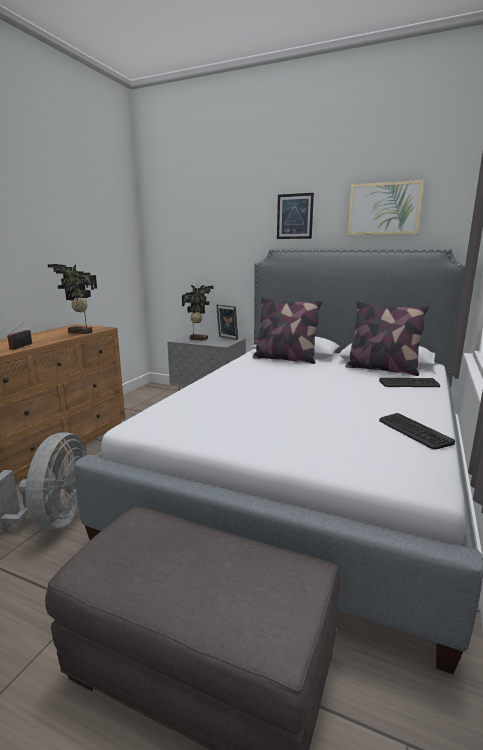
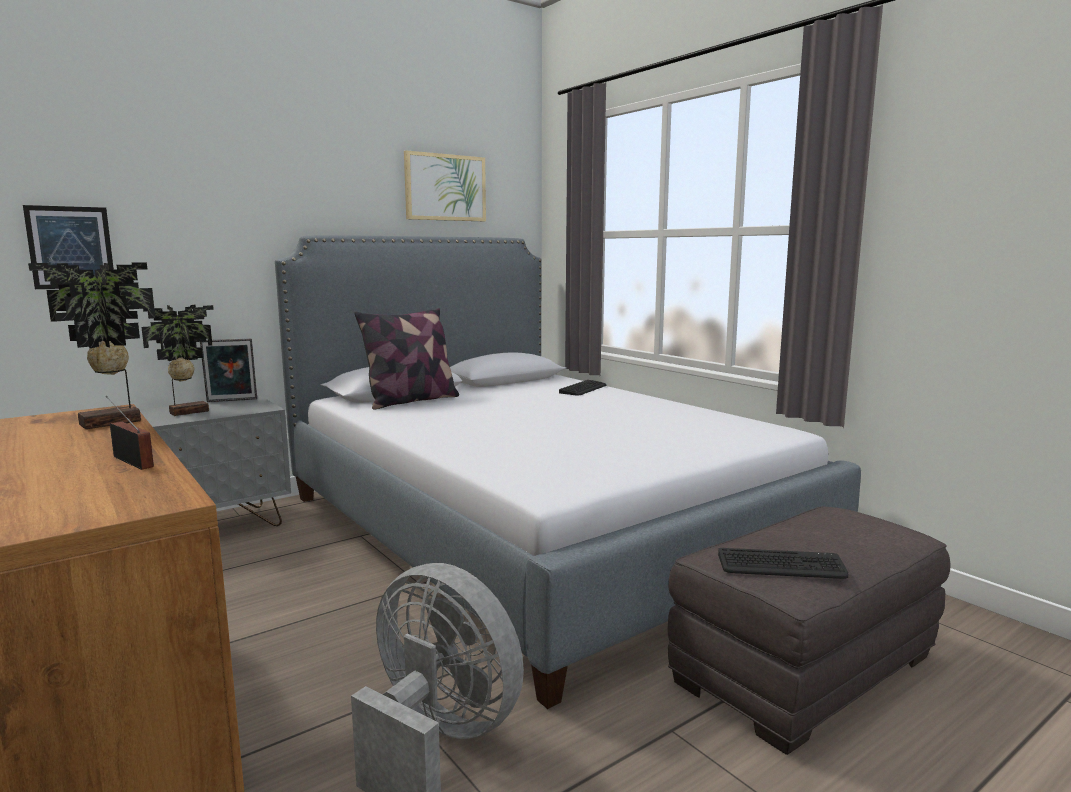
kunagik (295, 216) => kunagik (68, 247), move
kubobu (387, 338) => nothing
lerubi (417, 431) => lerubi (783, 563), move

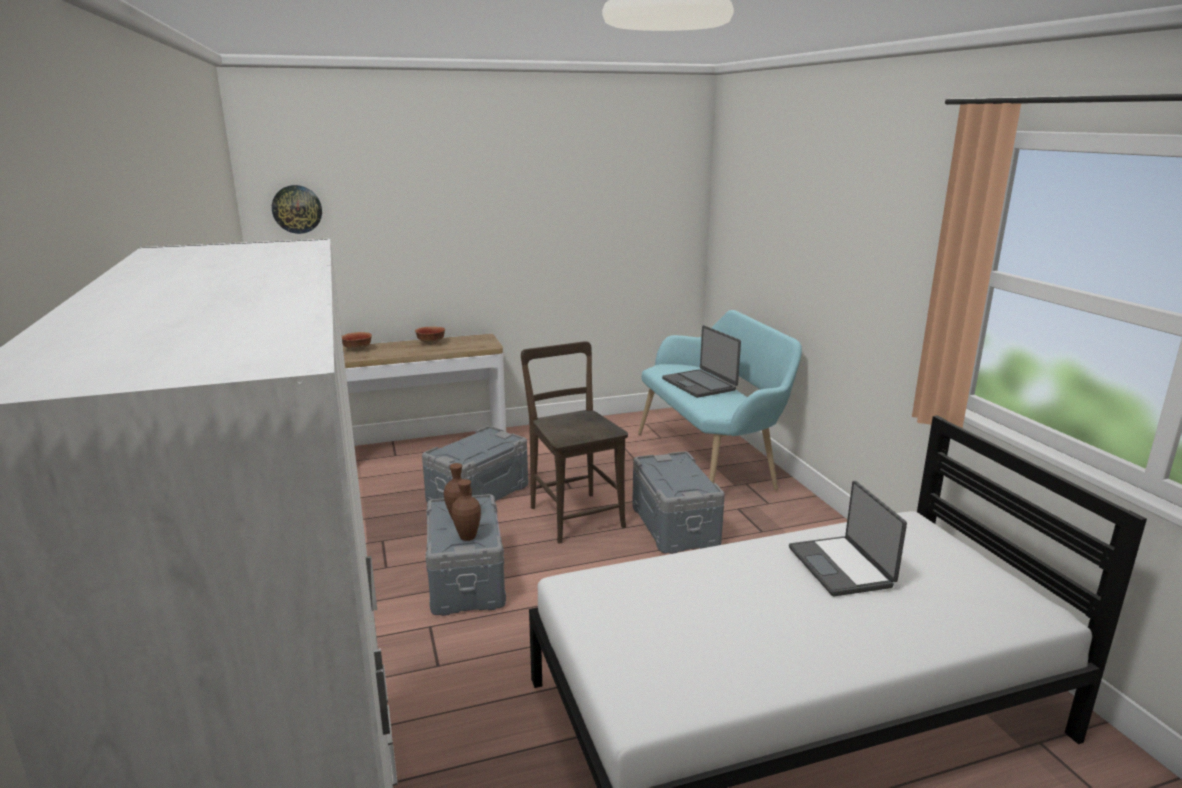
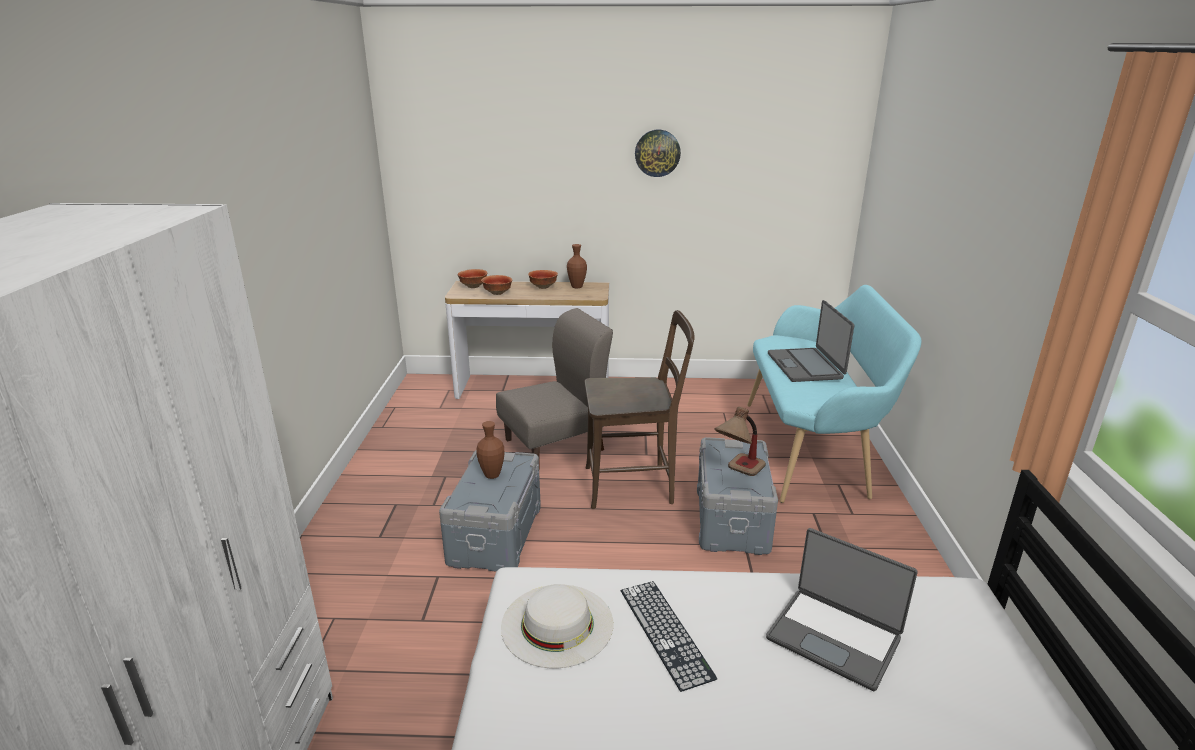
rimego (297, 209) => rimego (658, 153), move
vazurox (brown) (574, 442) => vazurox (brown) (640, 409), 90 degrees clockwise
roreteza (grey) (475, 464) => vazurox (grey) (554, 386)
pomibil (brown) (466, 510) => pomibil (brown) (577, 266), move
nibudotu (848, 538) => nibudotu (842, 610), 60 degrees counterclockwise
nothing => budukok (496, 285)
nothing => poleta (740, 441)
nothing => lerubi (669, 636)
nothing => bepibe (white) (557, 626)

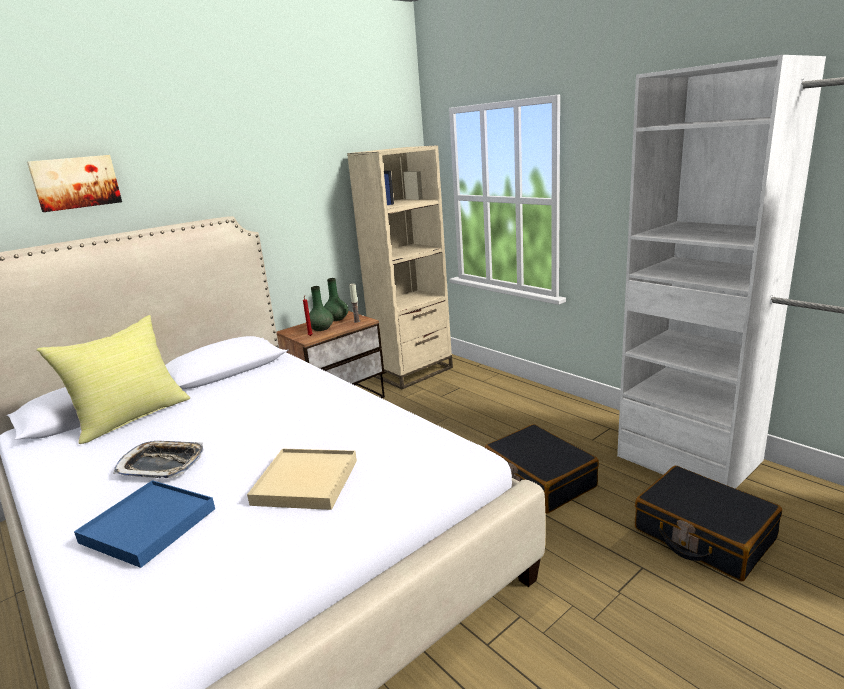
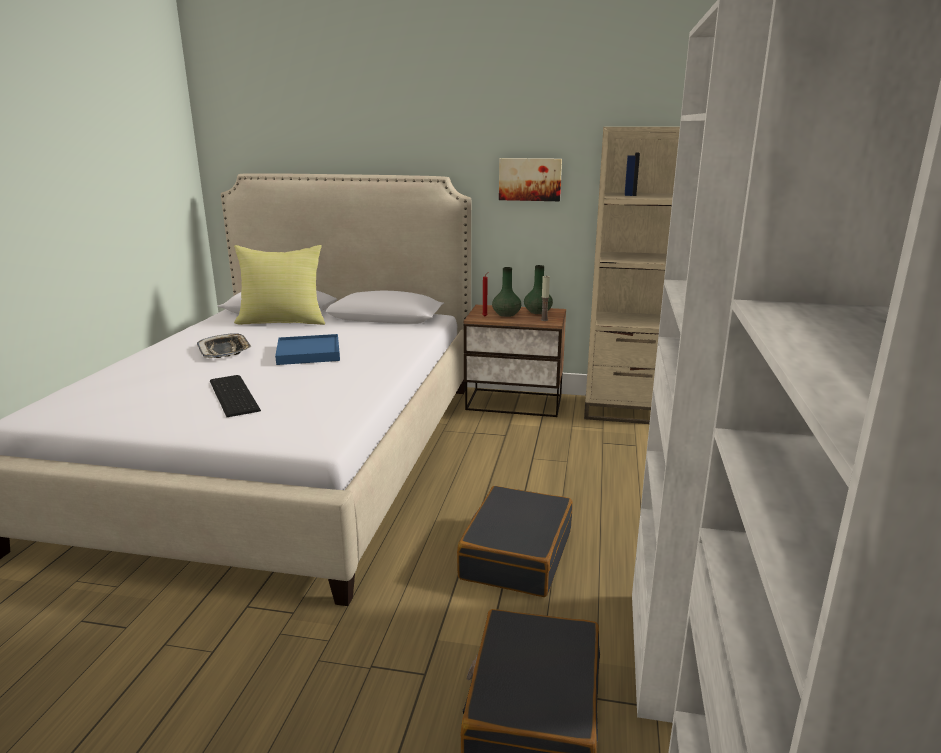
kunagik (74, 183) => kunagik (530, 179), move
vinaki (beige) (302, 479) => lerubi (235, 396)
vinaki (blue) (144, 524) => vinaki (blue) (307, 349), move

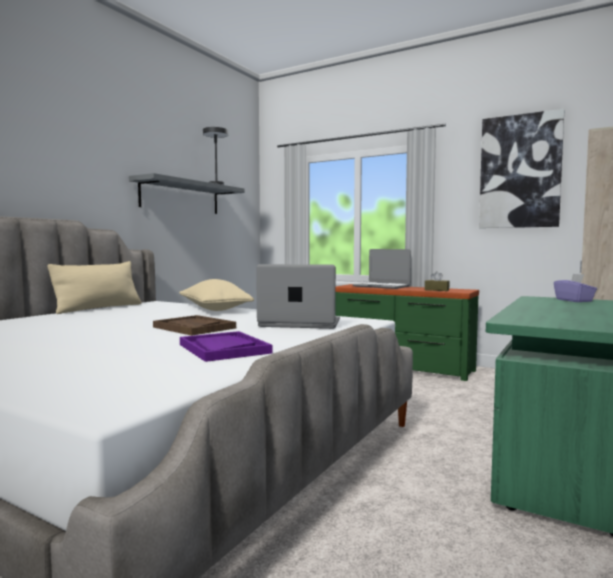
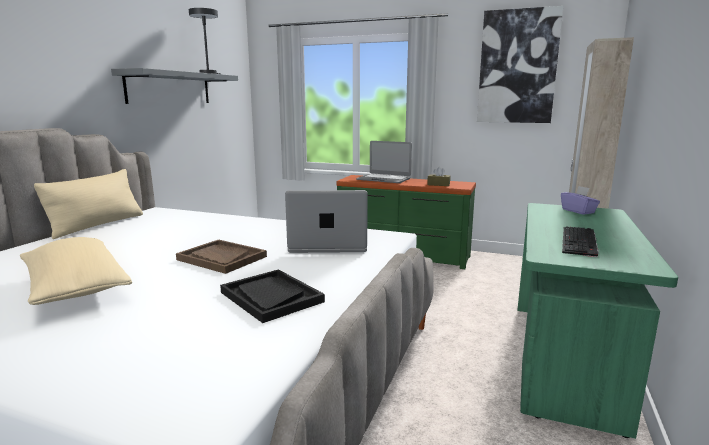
kubobu (beige) (216, 295) => kubobu (beige) (76, 271), move
vinaki (purple) (226, 346) => vinaki (black) (272, 296)
nothing => lerubi (580, 242)

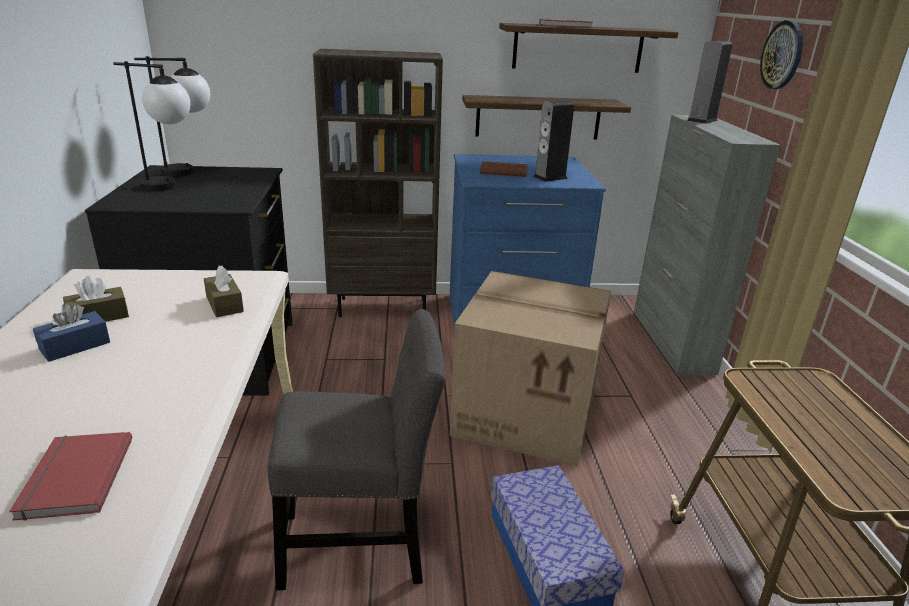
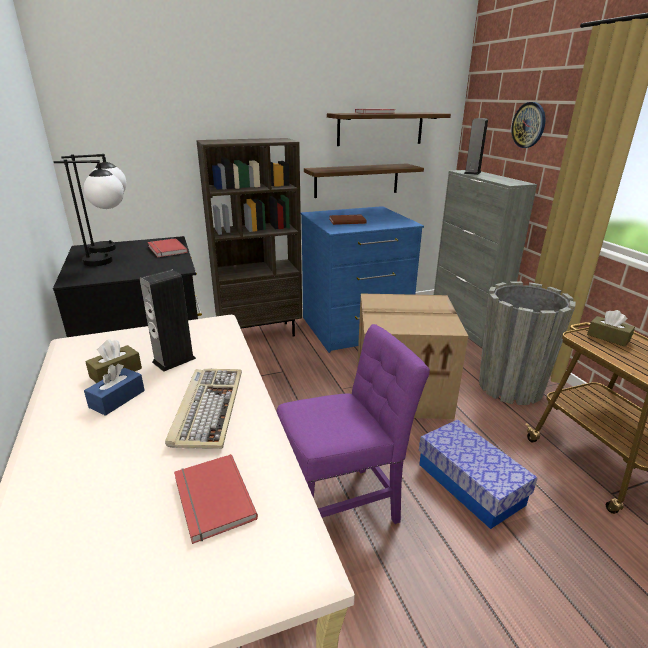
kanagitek (553, 141) => kanagitek (168, 320), move
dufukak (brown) (224, 291) => dufukak (brown) (611, 328), move
vazurox (grey) (356, 450) => vazurox (purple) (353, 424)
nothing => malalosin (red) (168, 247)
nothing => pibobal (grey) (527, 343)
nothing => lerubi (203, 409)

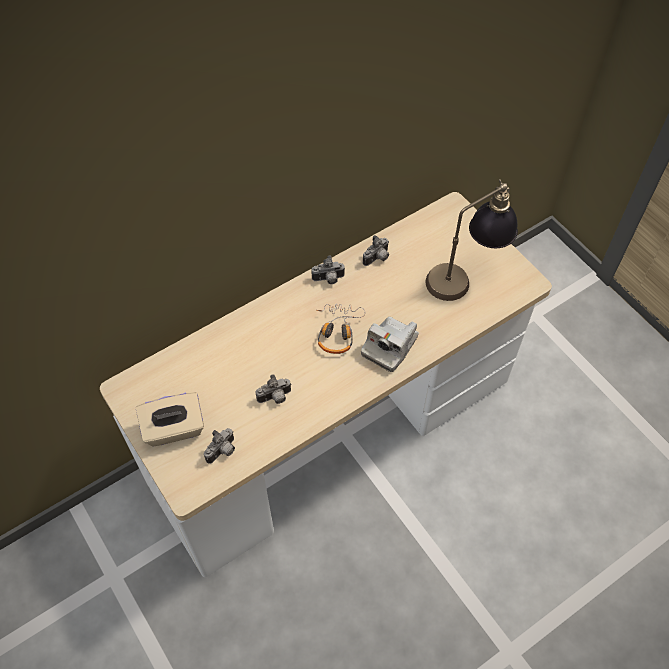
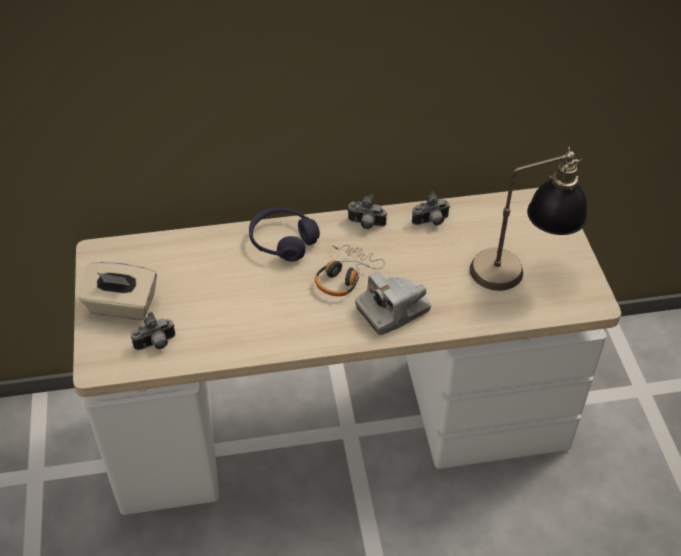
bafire (273, 389) => nothing
nothing => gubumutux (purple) (284, 234)

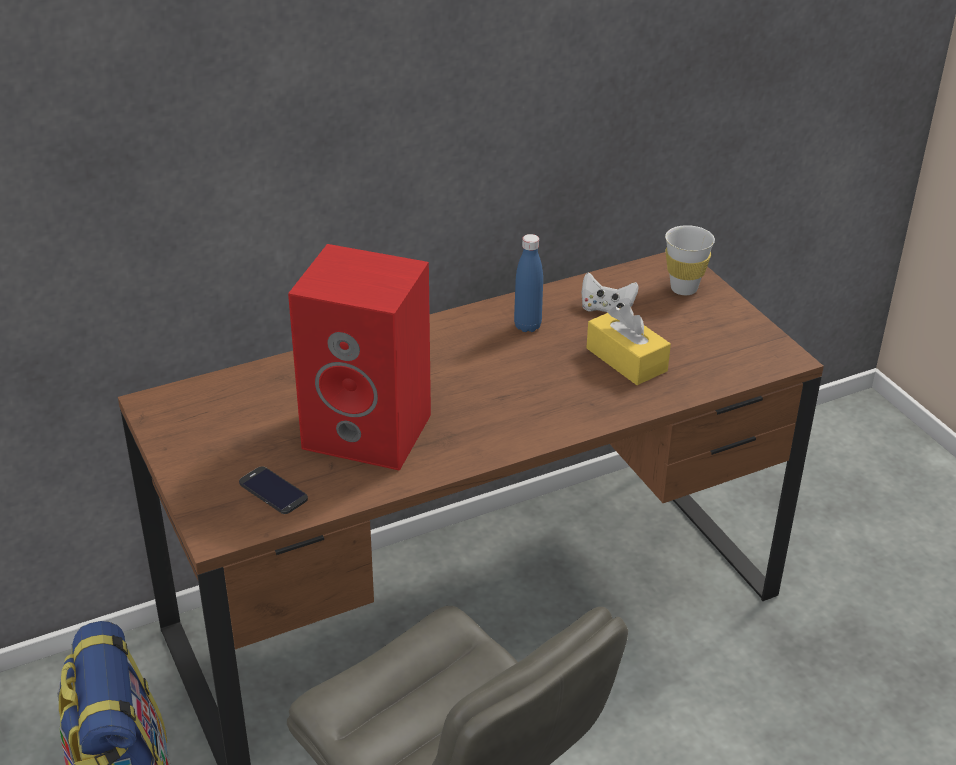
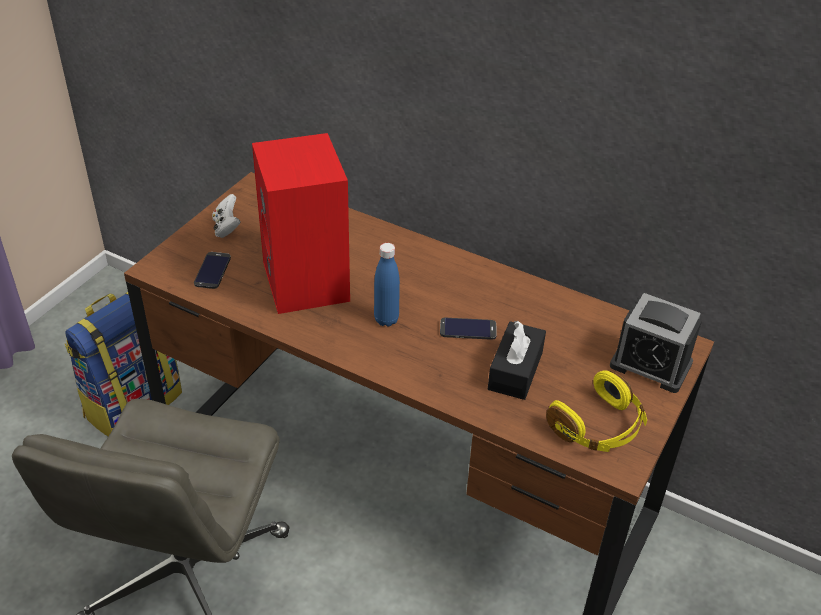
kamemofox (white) (690, 260) => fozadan (656, 343)
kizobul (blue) (528, 283) => kizobul (blue) (387, 284), move
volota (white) (610, 292) => volota (white) (226, 216), move
dufukak (yellow) (628, 344) => dufukak (black) (517, 360)
nothing => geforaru (468, 329)
nothing => gubumutux (yellow) (596, 411)

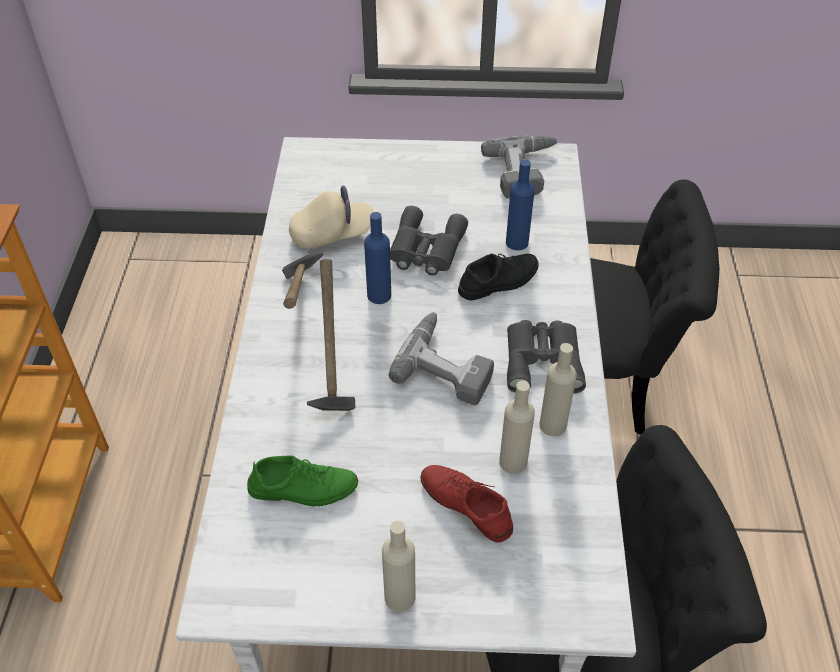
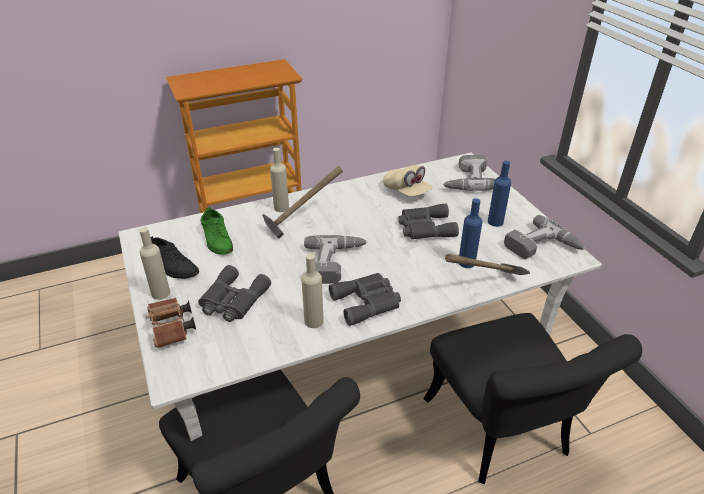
kizobul (blue) (377, 258) => kizobul (blue) (499, 194), move
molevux (302, 280) => molevux (487, 264), move
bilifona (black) (498, 277) => bilifona (black) (174, 257), move
kizobul (beige) (517, 427) => kizobul (beige) (279, 180), move
bilifona (red) (466, 504) => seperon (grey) (234, 293)
nothing => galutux (469, 173)
nothing => seperon (brown) (171, 323)

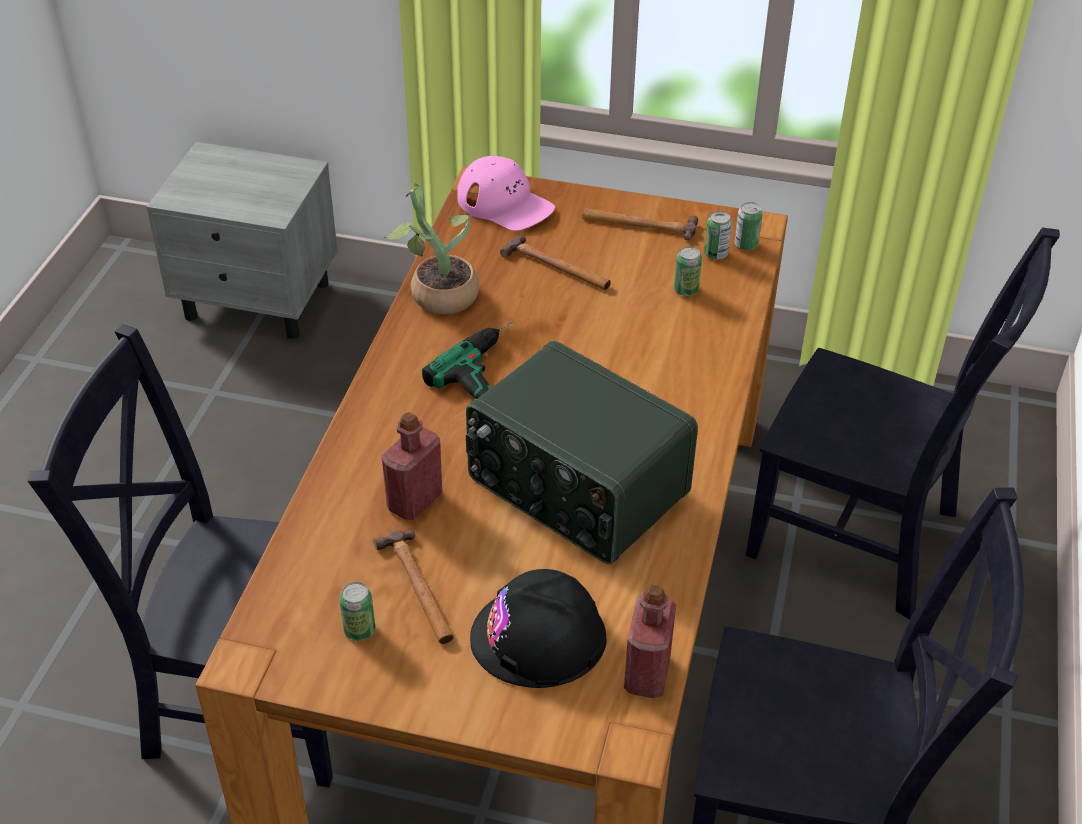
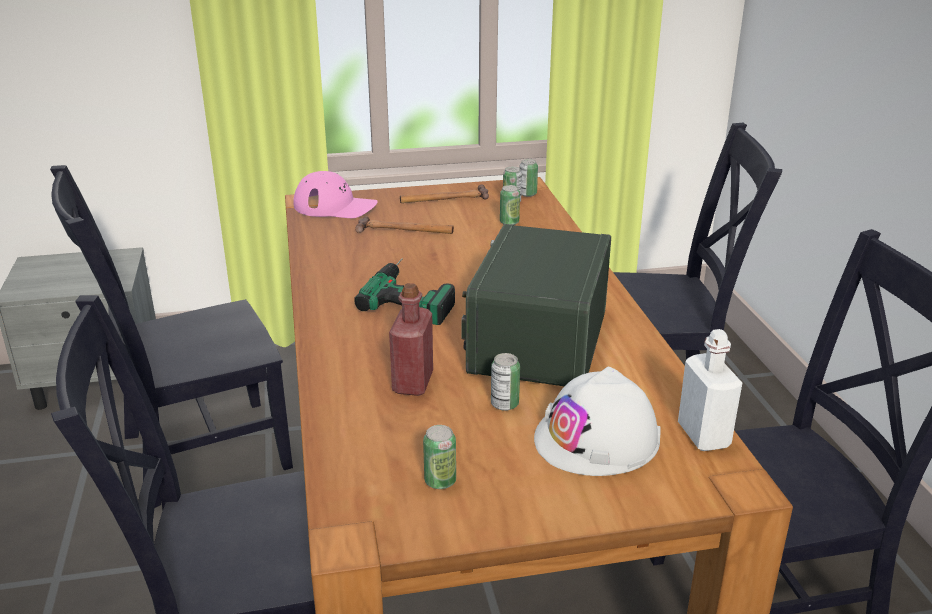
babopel (432, 248) => nothing
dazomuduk (582, 453) => dazomuduk (536, 305), 90 degrees clockwise
molevux (413, 586) => nothing
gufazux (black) (538, 628) => gufazux (white) (597, 421)
kizobul (red) (650, 641) => kizobul (white) (710, 390)
nothing => vazurox (black) (171, 336)
nothing => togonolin (505, 382)

